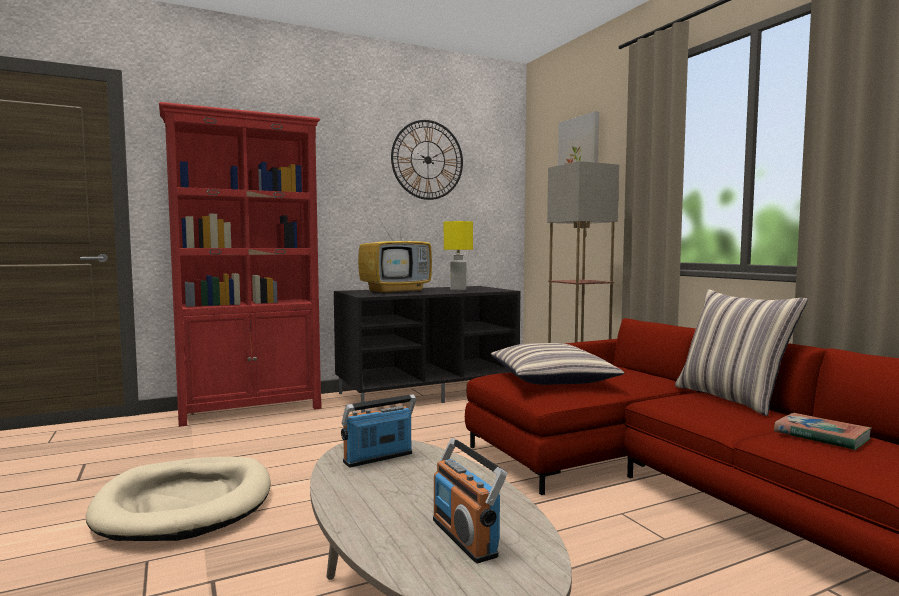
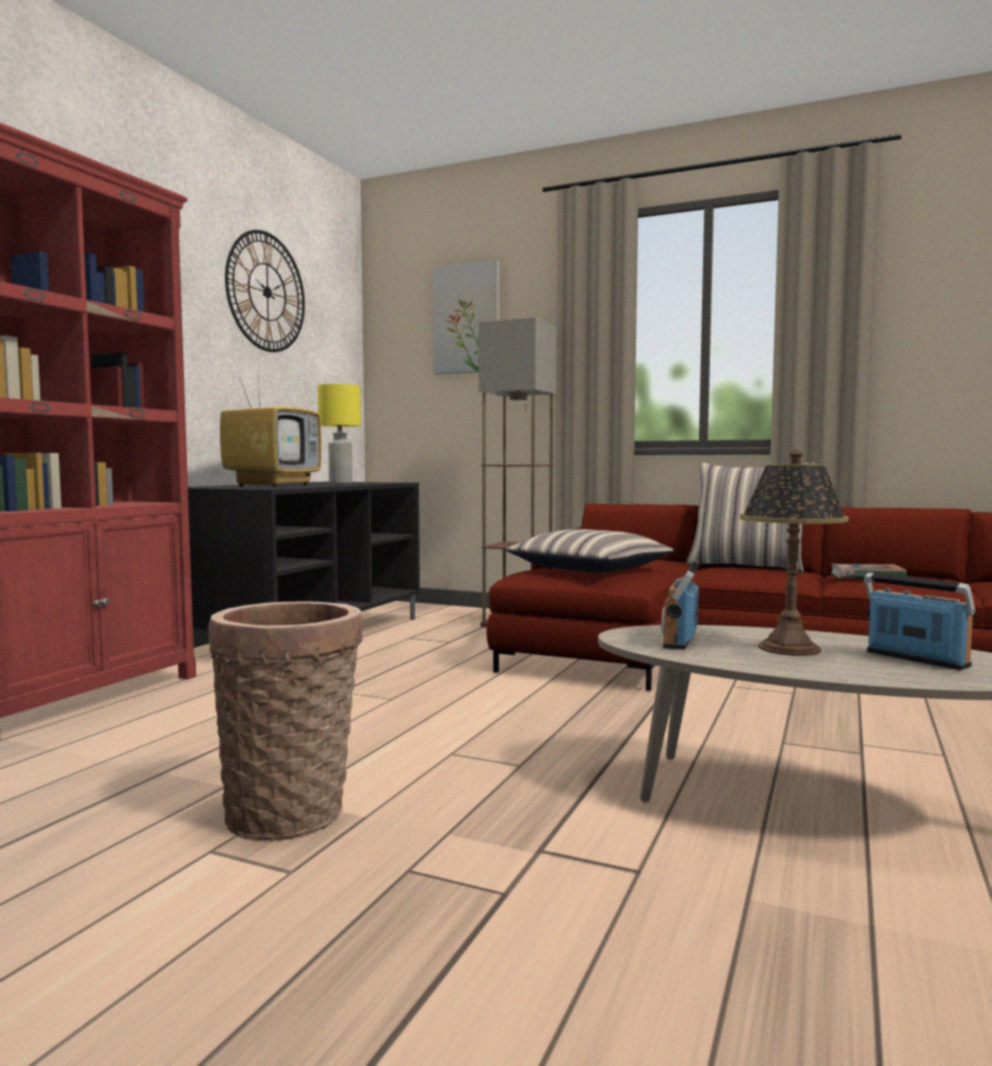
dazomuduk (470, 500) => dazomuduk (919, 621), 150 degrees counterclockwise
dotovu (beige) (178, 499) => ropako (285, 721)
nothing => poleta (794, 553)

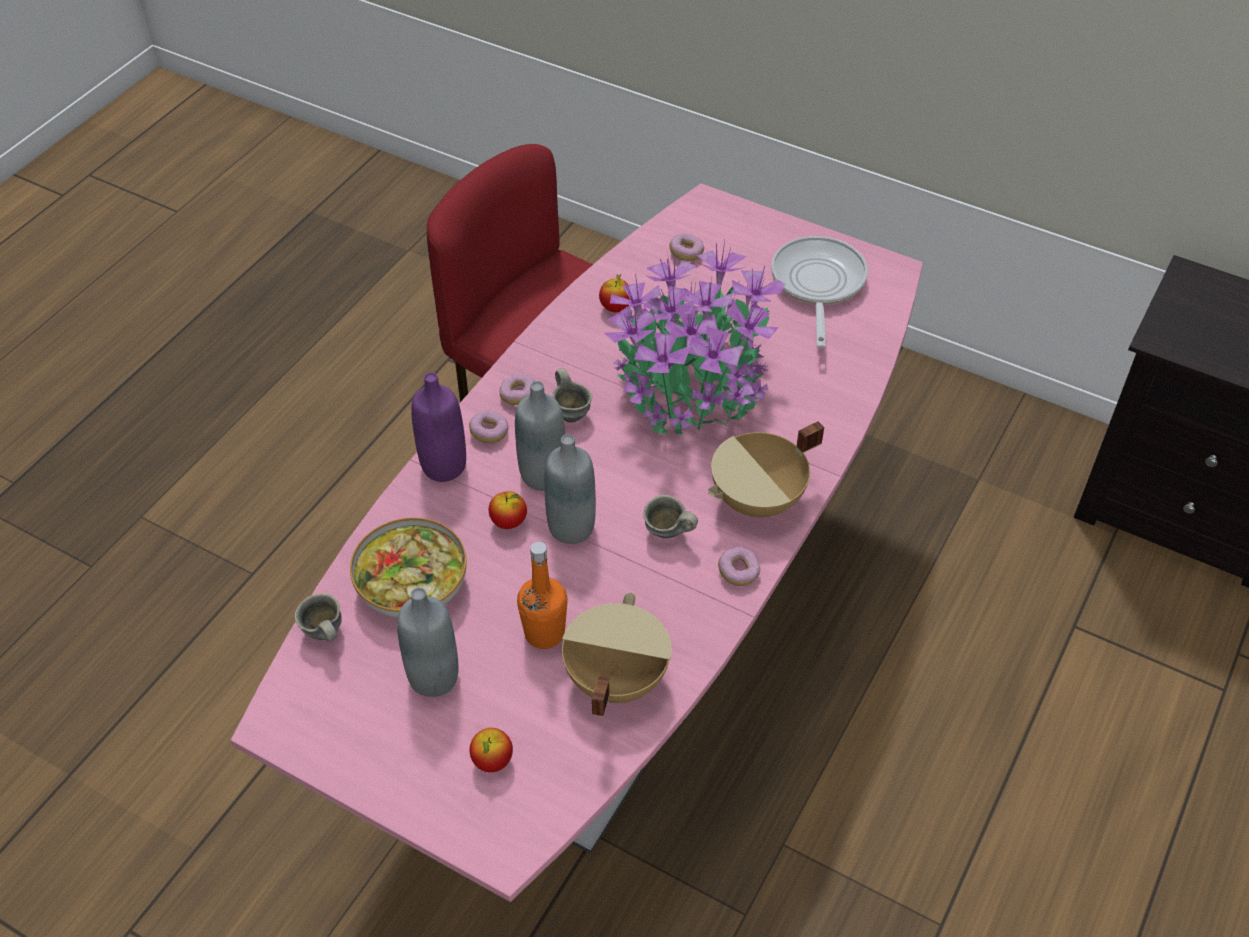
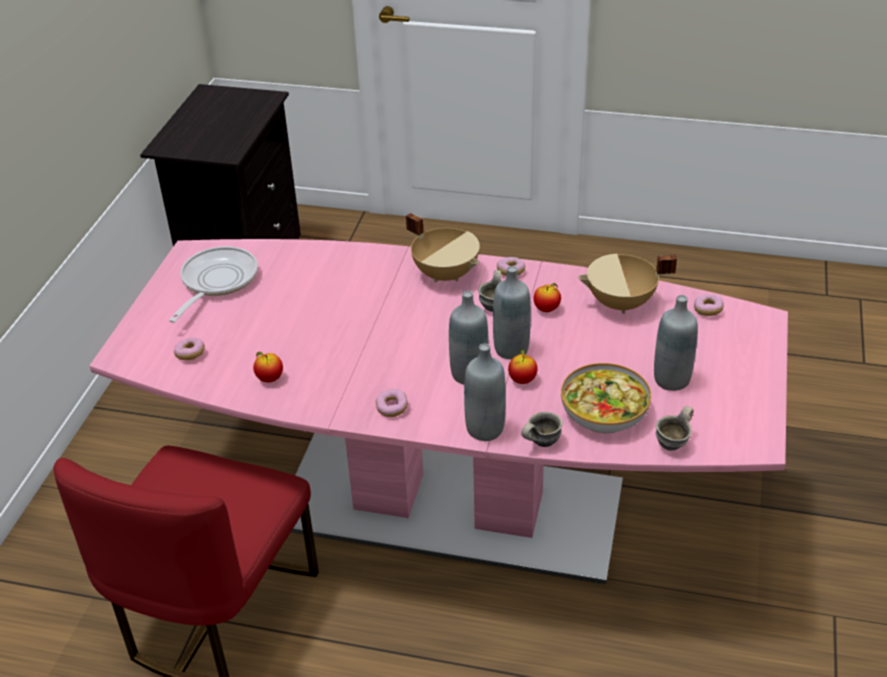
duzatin (819, 292) => duzatin (213, 284), 120 degrees clockwise
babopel (695, 337) => nothing
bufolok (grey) (572, 395) => bufolok (grey) (542, 429), move
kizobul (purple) (438, 427) => kizobul (grey) (485, 392)
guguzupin (489, 426) => guguzupin (709, 305), move
kizobul (orange) (542, 595) => nothing
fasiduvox (491, 750) => fasiduvox (547, 297), move

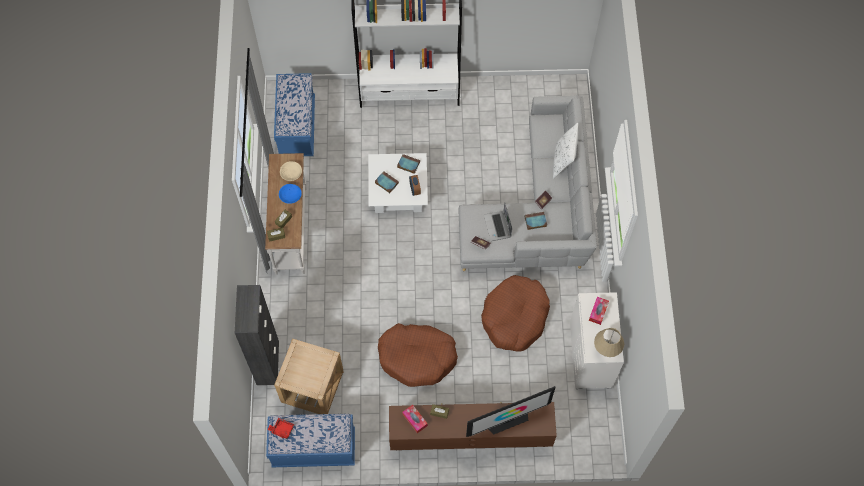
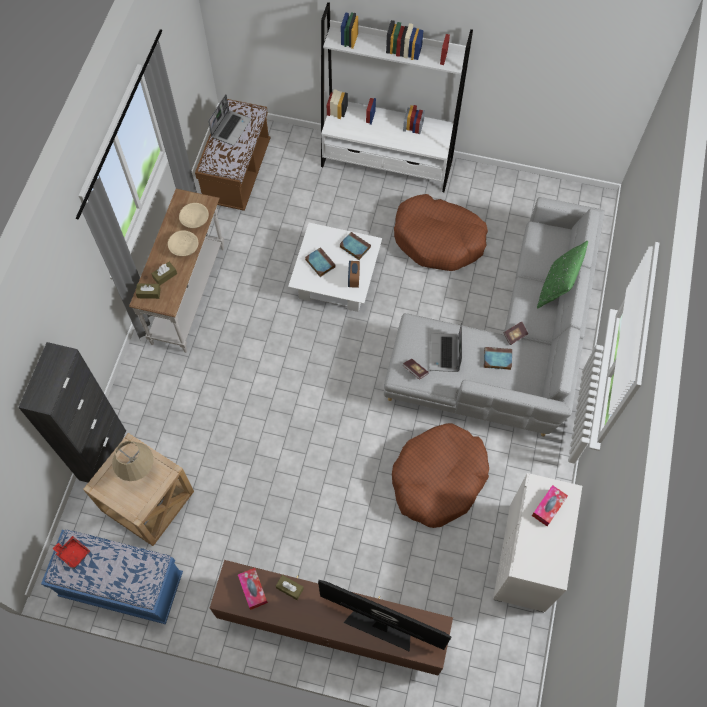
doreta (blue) (294, 114) => doreta (brown) (233, 155)
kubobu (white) (565, 150) => kubobu (green) (562, 275)
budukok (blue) (290, 194) => budukok (beige) (183, 243)
dotovu (brown) (418, 355) => dotovu (brown) (441, 232), move
poleta (beige) (609, 342) => poleta (beige) (132, 461), move
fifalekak (511, 411) => fifalekak (384, 616), 150 degrees counterclockwise
nothing => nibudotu (229, 120)

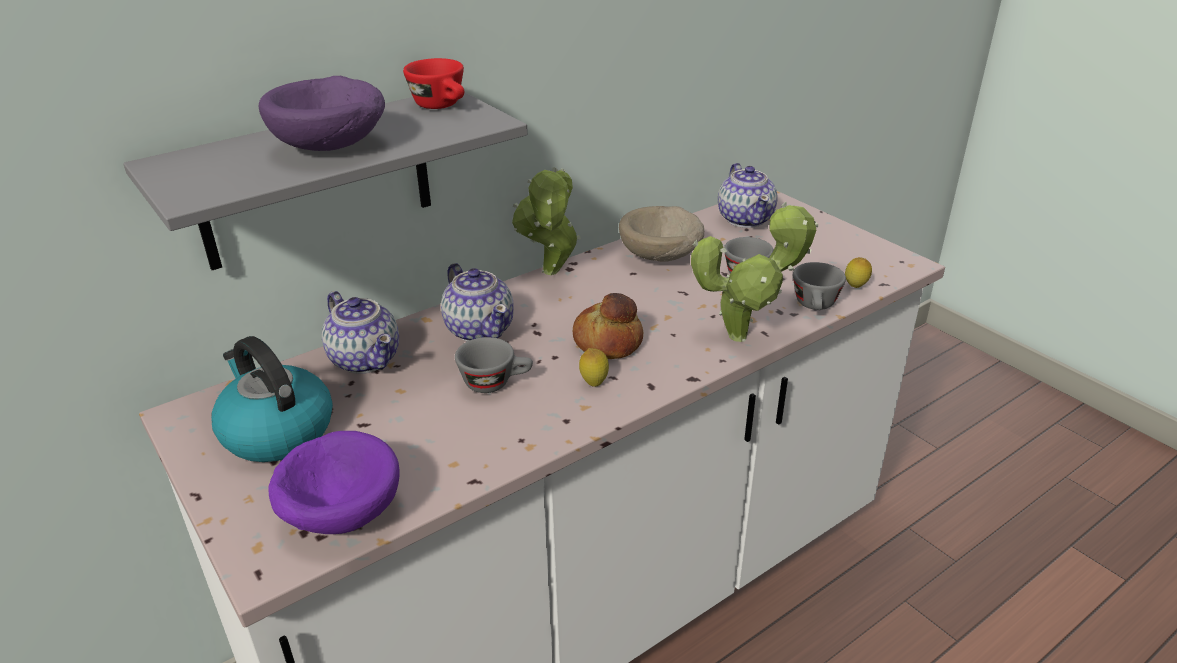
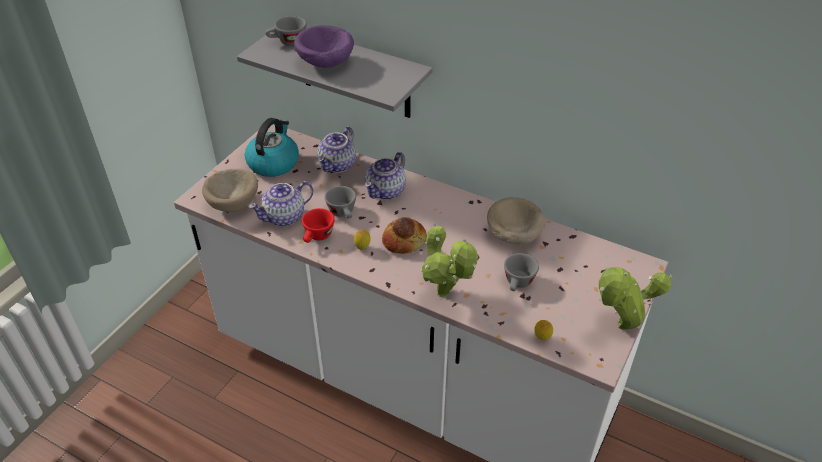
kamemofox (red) (433, 83) => kamemofox (red) (318, 225), move
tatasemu (747, 195) => tatasemu (281, 203), move
babopel (546, 221) => babopel (635, 298), move
kamemofox (grey) (819, 286) => kamemofox (grey) (286, 31), move
budukok (purple) (334, 482) => budukok (beige) (230, 190)

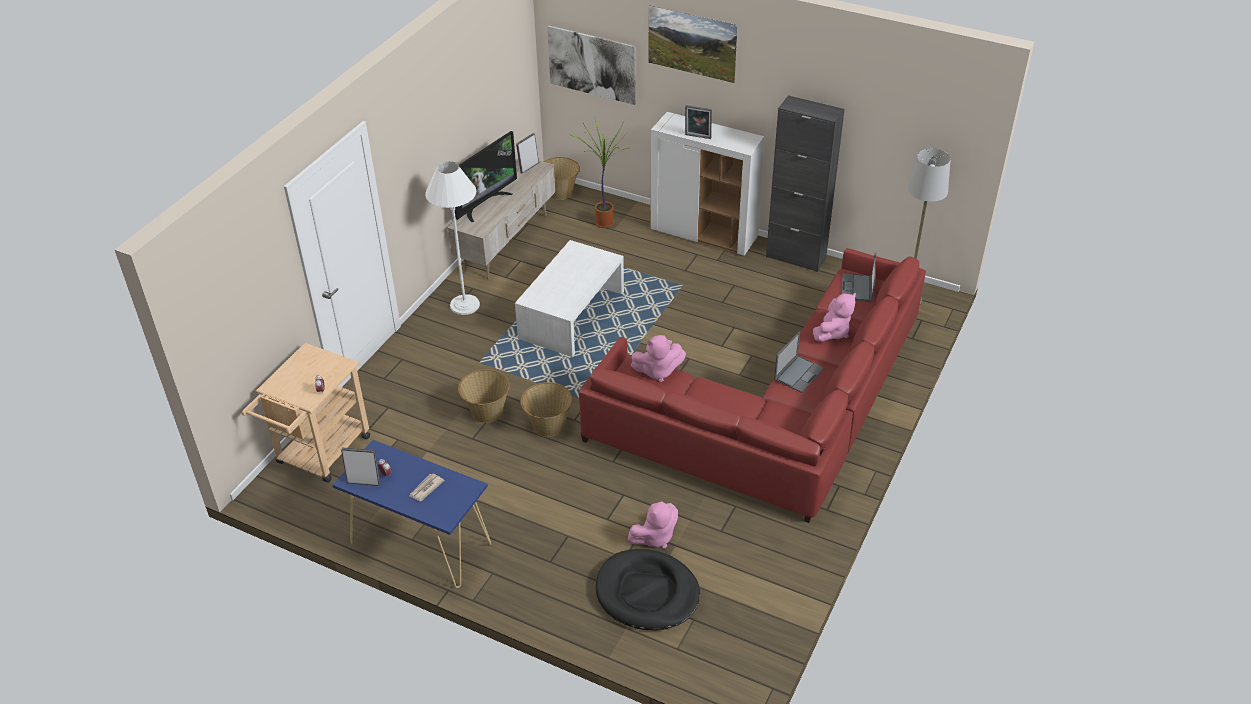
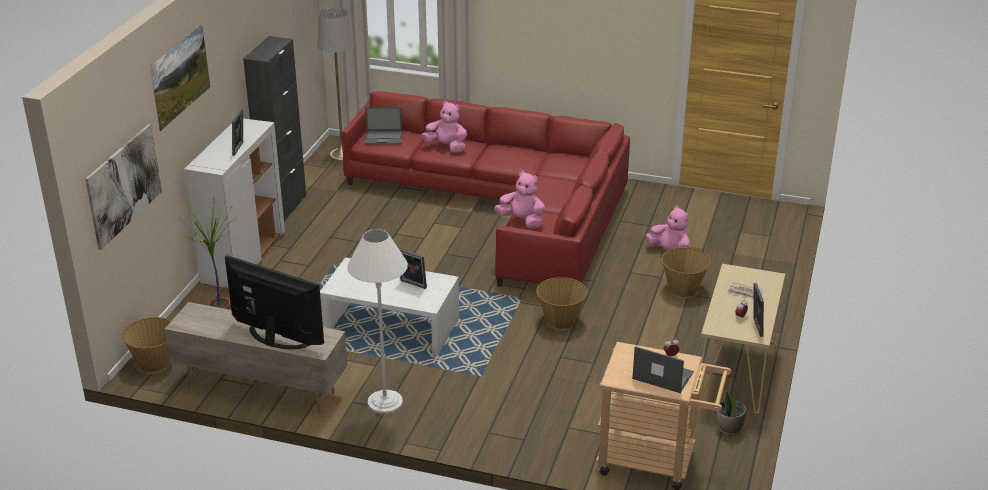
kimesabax (527, 153) => kimesabax (413, 269), move
nibudotu (799, 362) => nibudotu (663, 369), move
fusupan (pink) (658, 358) => fusupan (pink) (519, 199), 45 degrees counterclockwise
ropako (484, 396) => ropako (686, 272), move
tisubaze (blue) (412, 514) => tisubaze (beige) (743, 339)
dotovu (black) (648, 590) => nothing
nothing => babopel (731, 410)

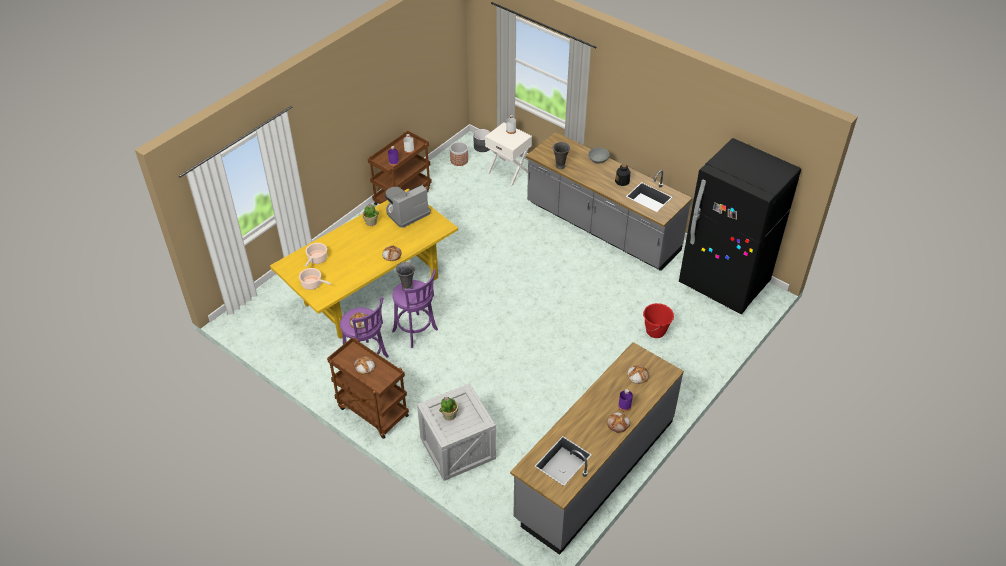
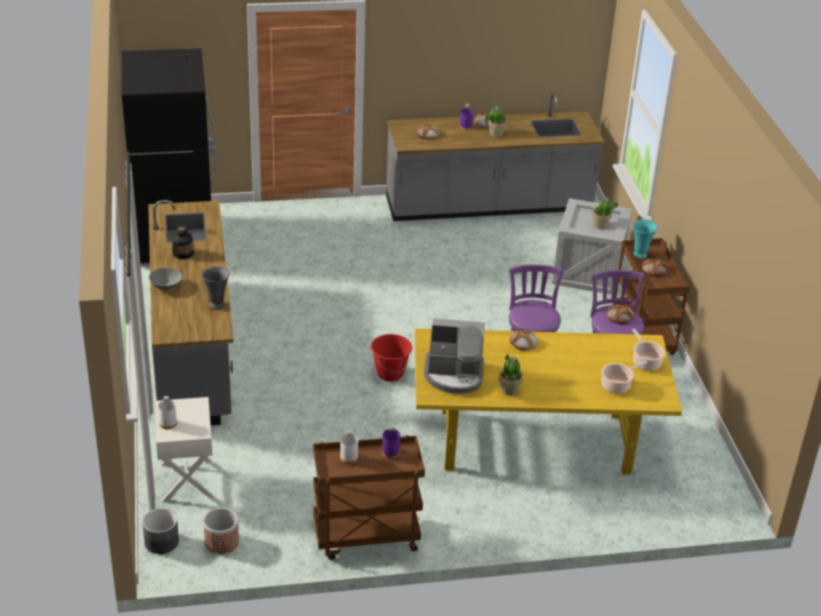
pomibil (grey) (405, 276) => nothing
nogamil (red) (658, 320) => nogamil (red) (391, 358), move
nothing => babopel (496, 121)
nothing => pomibil (turquoise) (645, 239)

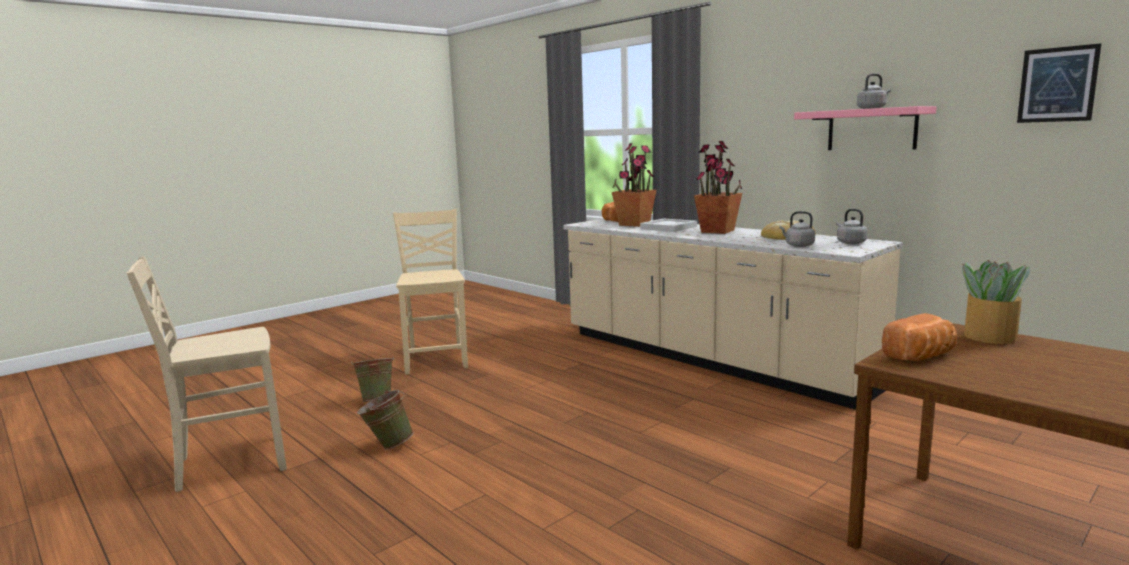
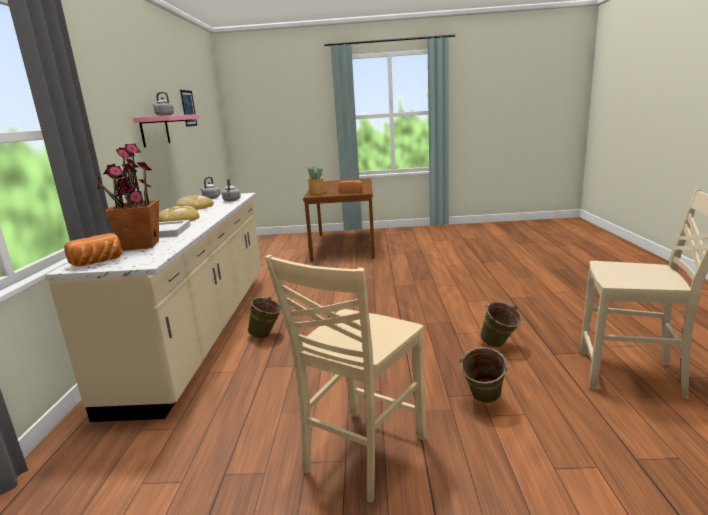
babopel (718, 187) => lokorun (179, 214)
nothing => nogamil (green) (264, 317)

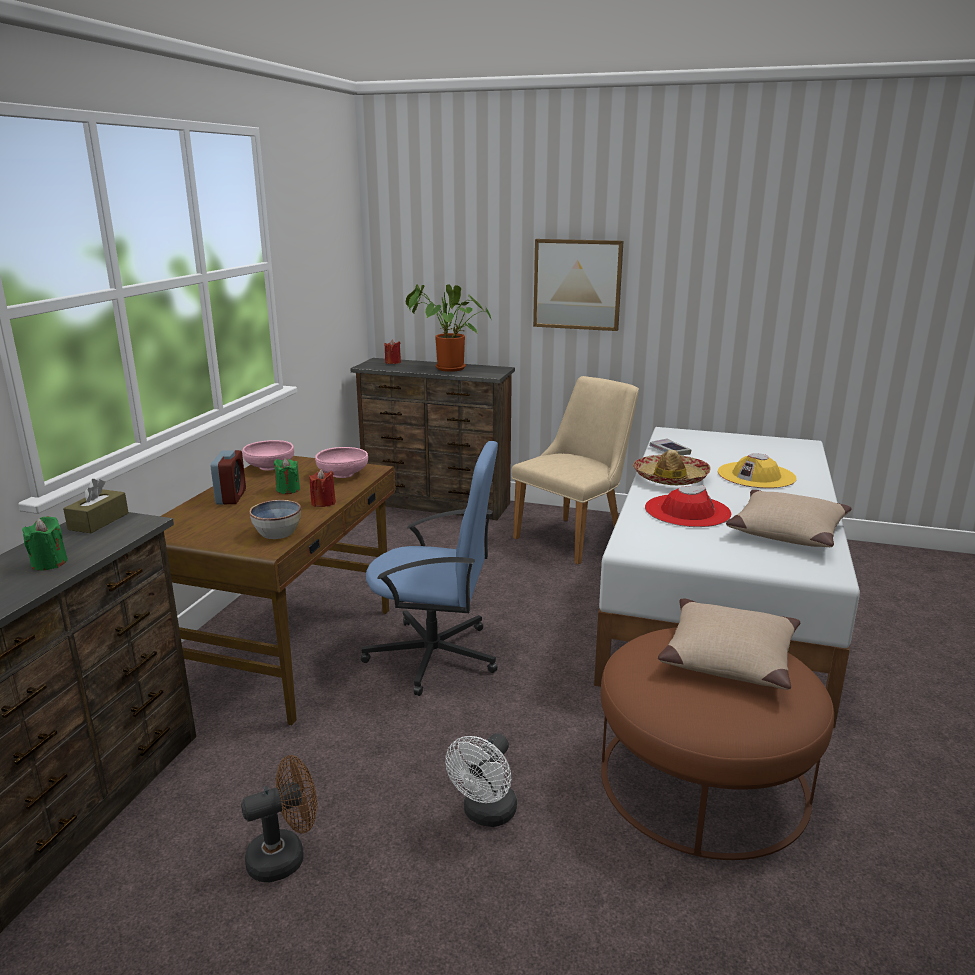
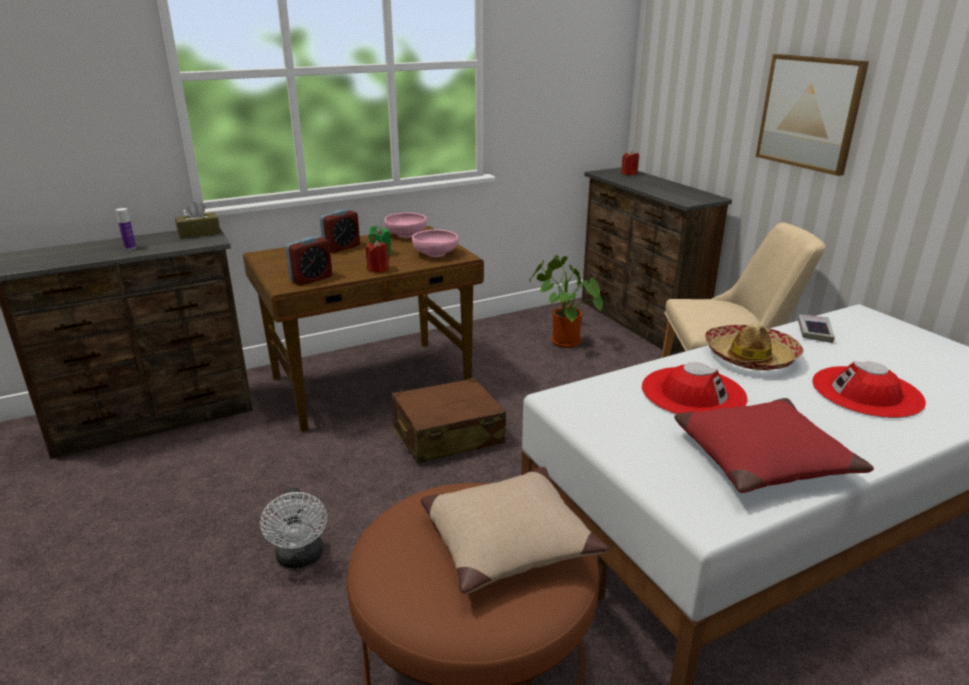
babopel (449, 328) => babopel (566, 301), move
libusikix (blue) (429, 568) => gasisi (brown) (449, 420)
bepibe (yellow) (757, 470) => bepibe (red) (869, 389)
kubobu (beige) (789, 518) => kubobu (red) (774, 445)
budukok (275, 519) => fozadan (308, 261)
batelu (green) (45, 543) => kizobul (126, 229)
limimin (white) (481, 780) => limimin (white) (293, 528), 90 degrees counterclockwise
limimin (brown) (279, 818) => nothing

